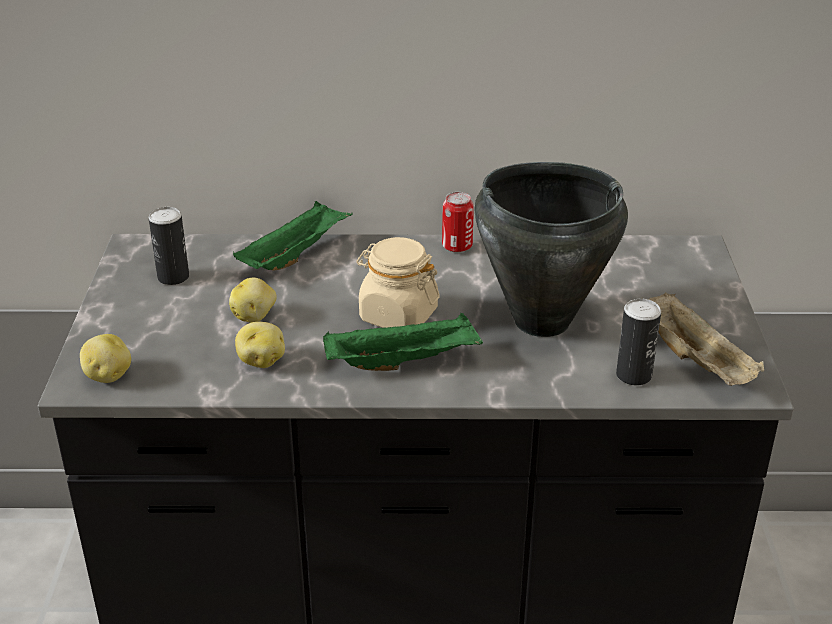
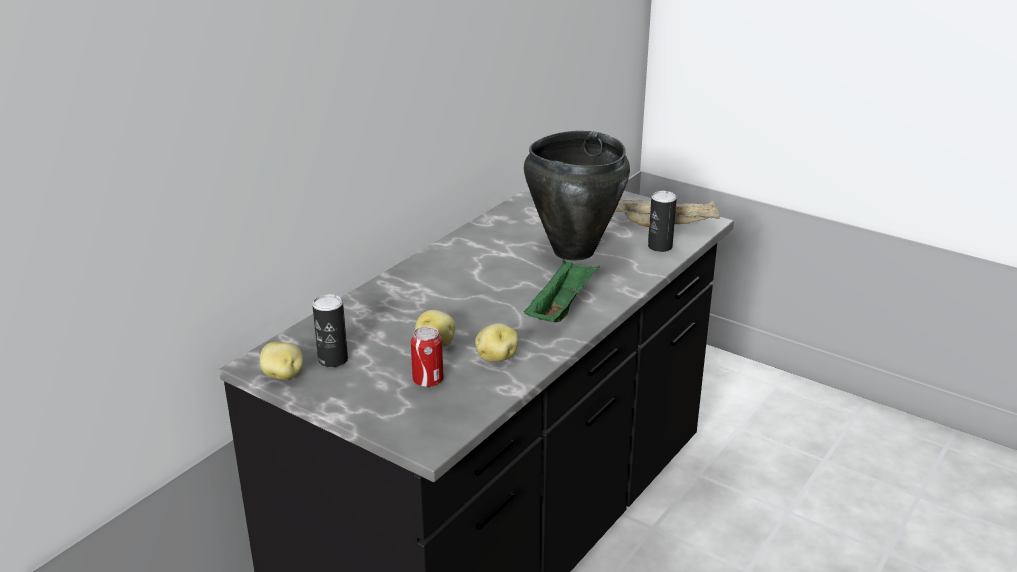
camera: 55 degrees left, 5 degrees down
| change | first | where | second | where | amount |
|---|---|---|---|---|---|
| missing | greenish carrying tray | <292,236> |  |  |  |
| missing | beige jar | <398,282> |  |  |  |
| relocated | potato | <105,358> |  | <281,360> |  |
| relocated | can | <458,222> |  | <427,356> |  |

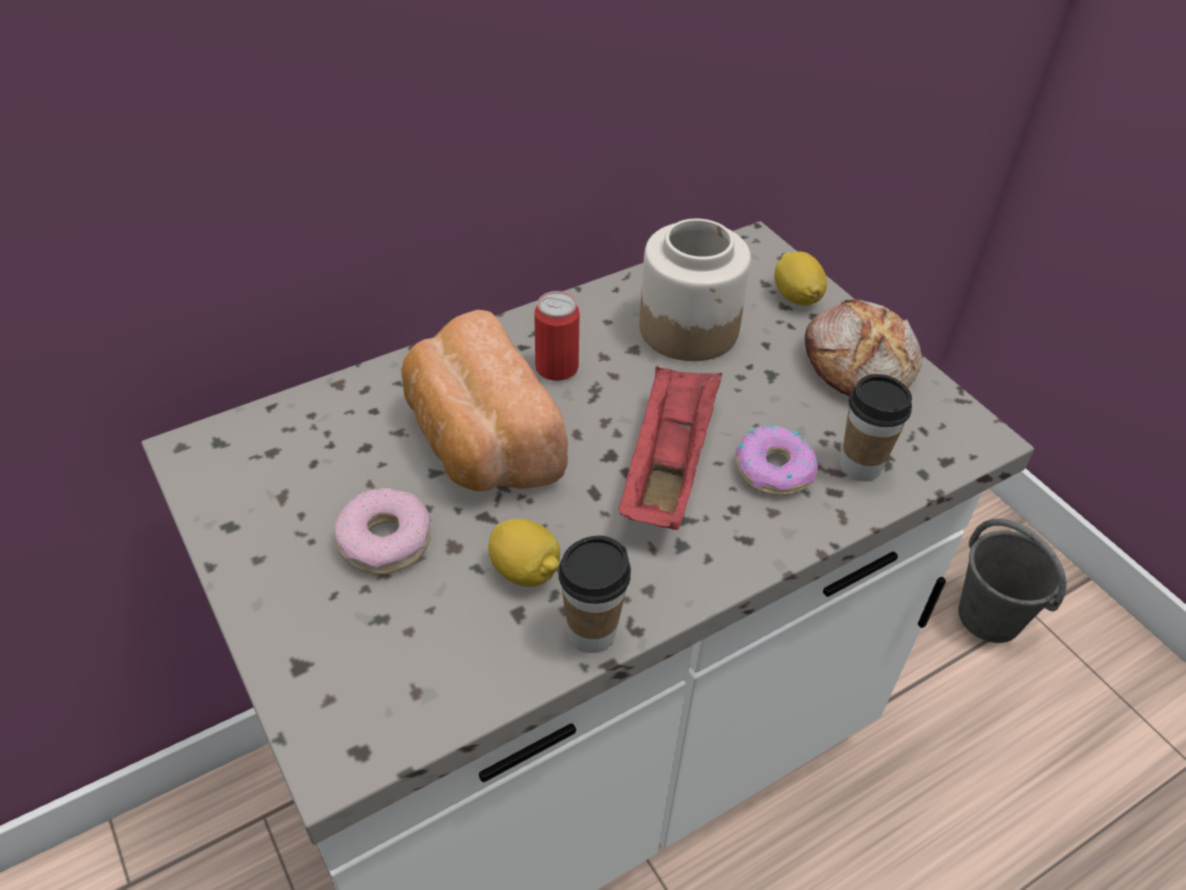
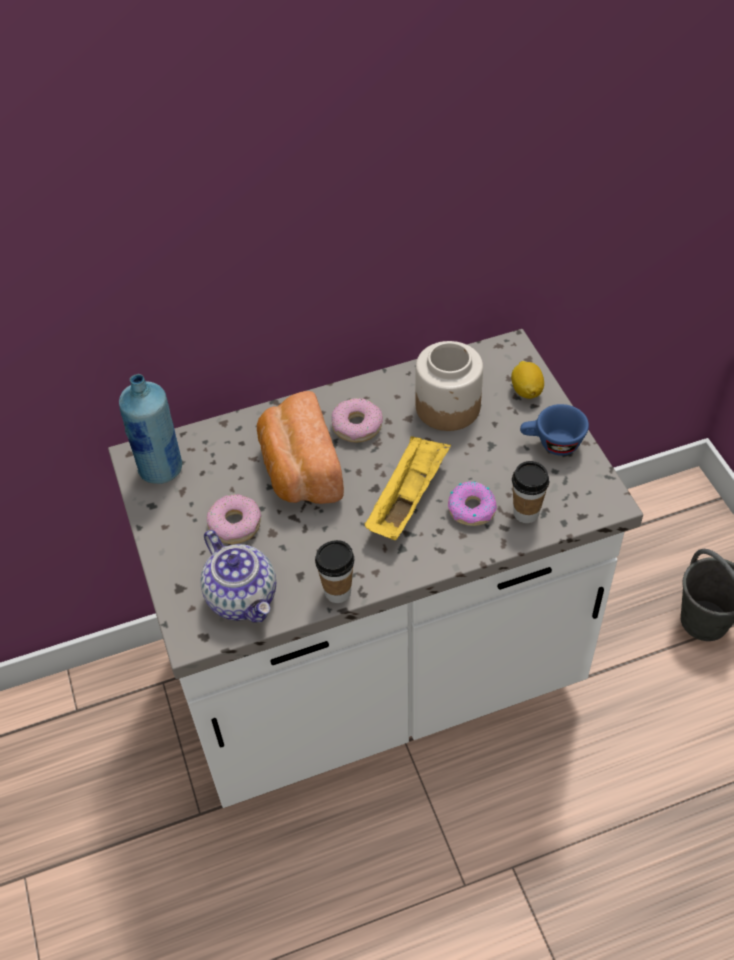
camera: 15 degrees right, 5 degrees up
| change | first | where | second | where | amount |
|---|---|---|---|---|---|
| missing | whole lemon | <524,553> |  |  |  |
| appeared |  |  | blue-coloured bottle | <150,429> |  |
| appeared |  |  | tea pot | <238,576> |  |
| exchanged | can | <557,336> | donut | <357,420> |  |
| exchanged | baked bread | <863,347> | blue-coloured cup | <554,430> |  |
| colour | reddish carrying tray | <670,448> | yellowish carrying tray | <408,488> |  |

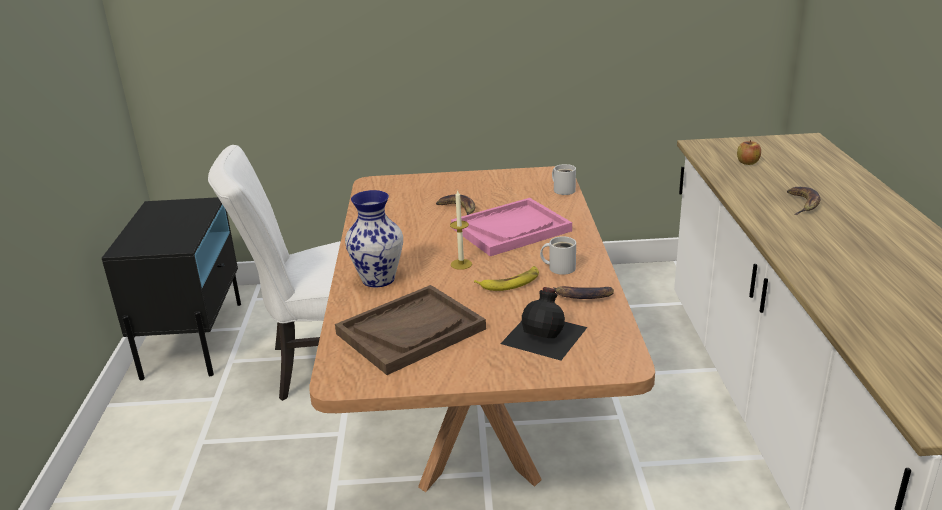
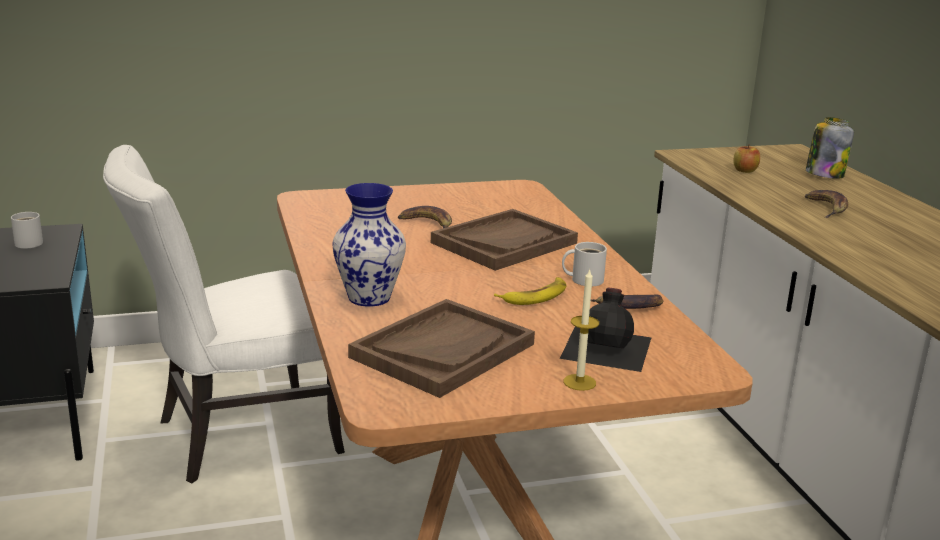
camera: 15 degrees left, 5 degrees down
| change | first | where | second | where | amount |
|---|---|---|---|---|---|
| appeared |  |  | jar | <830,148> |  |
| relocated | wax light | <461,229> |  | <581,329> |  |
| relocated | whitish mug | <564,179> |  | <27,230> |  |
| colour | pink-coloured carrying tray | <511,227> | brown carrying tray | <504,240> |  |

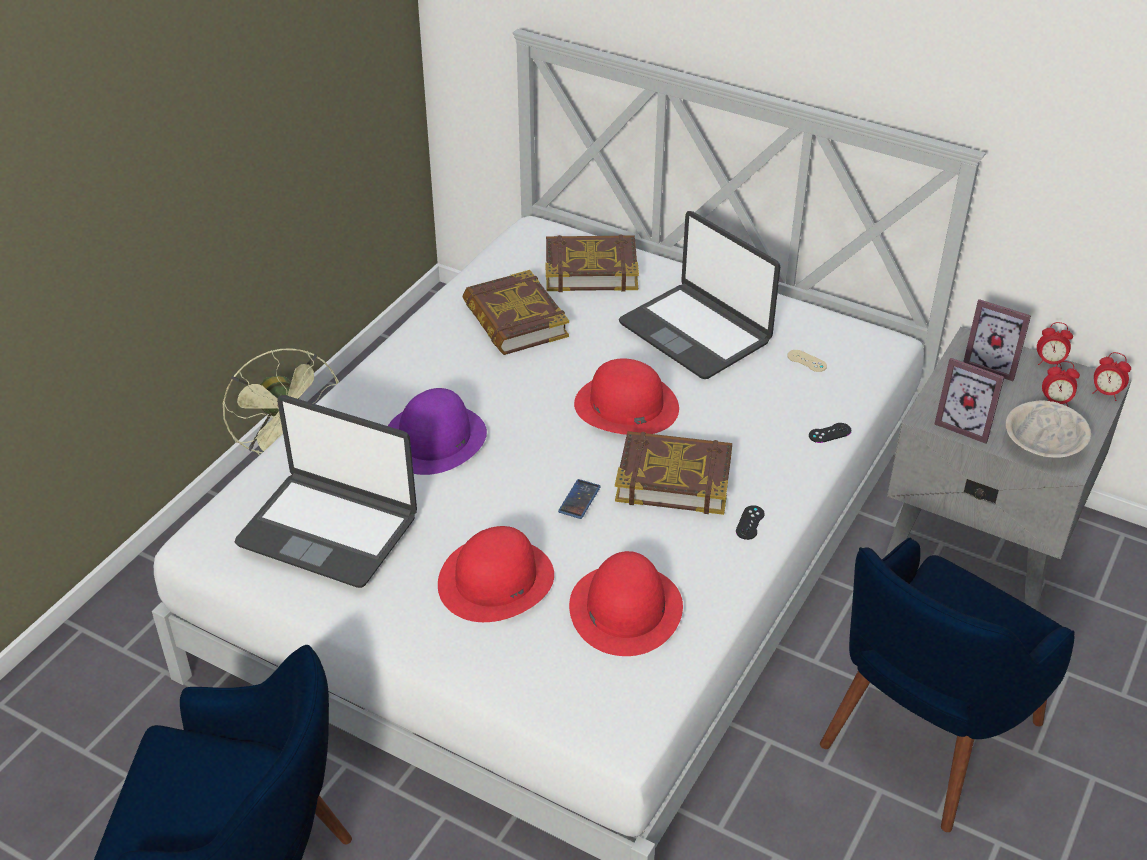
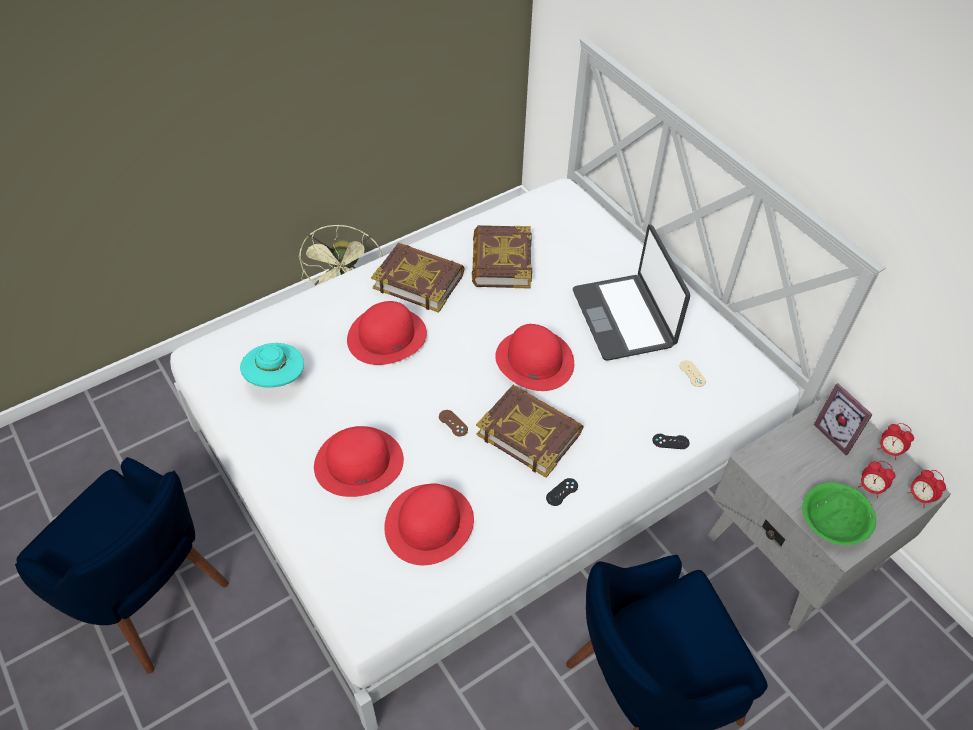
camera: 25 degrees right, 10 degrees up
| change | first | where | second | where | amount |
|---|---|---|---|---|---|
| missing | standing frame | <969,401> |  |  |  |
| relocated | book | <592,263> |  | <418,278> |  |
| exchanged | notebook computer | <326,491> | turquoise hat | <272,365> |  |
| exchanged | telephone | <579,499> | brown joypad | <453,423> |  |
| colour | purple hat | <437,431> | reddish hat | <387,333> |  |
| colour | beige deep dish | <1048,429> | greenish deep dish | <839,513> |  |

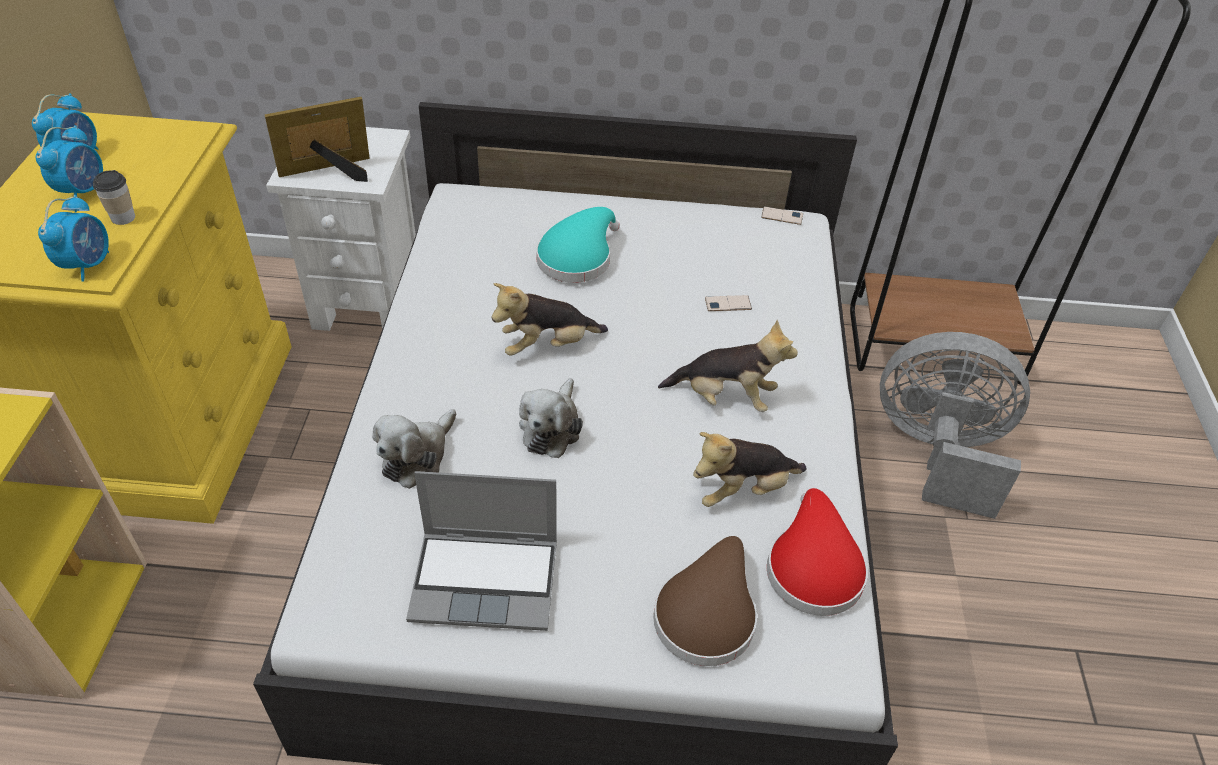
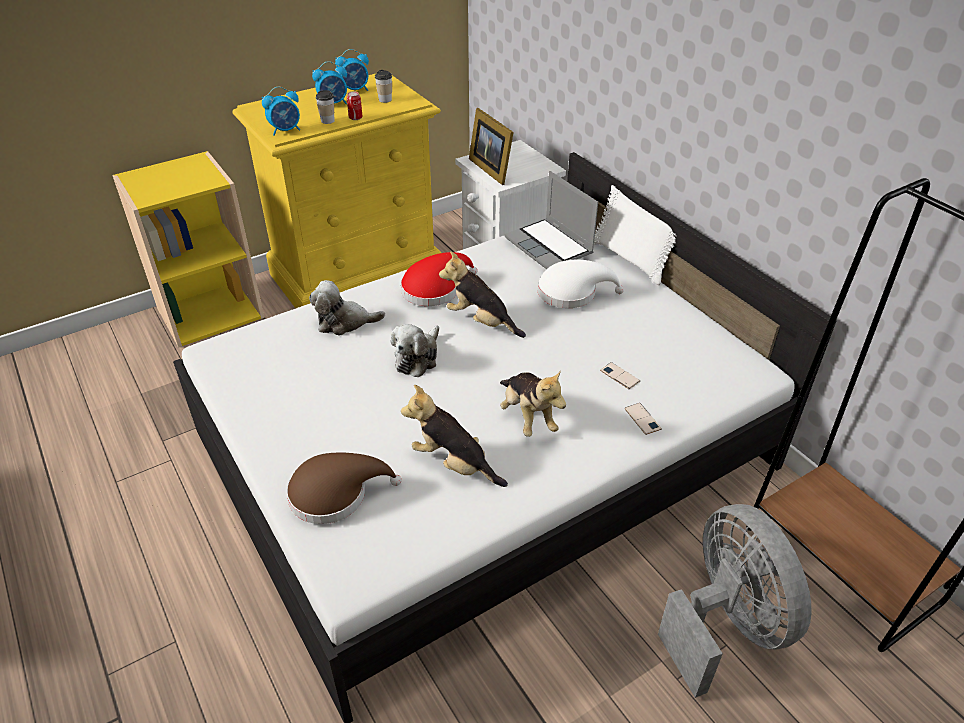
camera: 55 degrees right, 5 degrees down
| change | first | where | second | where | amount |
|---|---|---|---|---|---|
| appeared |  |  | can | <355,105> |  |
| appeared |  |  | cup | <383,86> |  |
| appeared |  |  | whitish cushion | <635,235> |  |
| relocated | notebook computer | <481,551> |  | <551,220> |  |
| relocated | telephone | <782,215> |  | <643,419> |  |
| relocated | reddish hat | <817,552> |  | <439,279> |  |
| colour | turquoise hat | <578,245> | whitish hat | <580,284> |  |
| spun | standing frame | <317,139> |  | <491,146> | 150 degrees counterclockwise |
| spun | soft toy | <551,418> |  | <415,350> | 45 degrees counterclockwise |

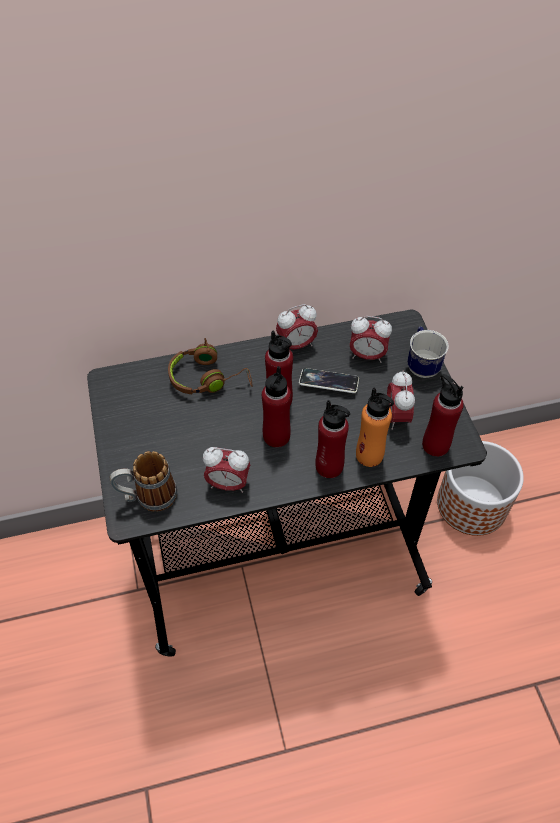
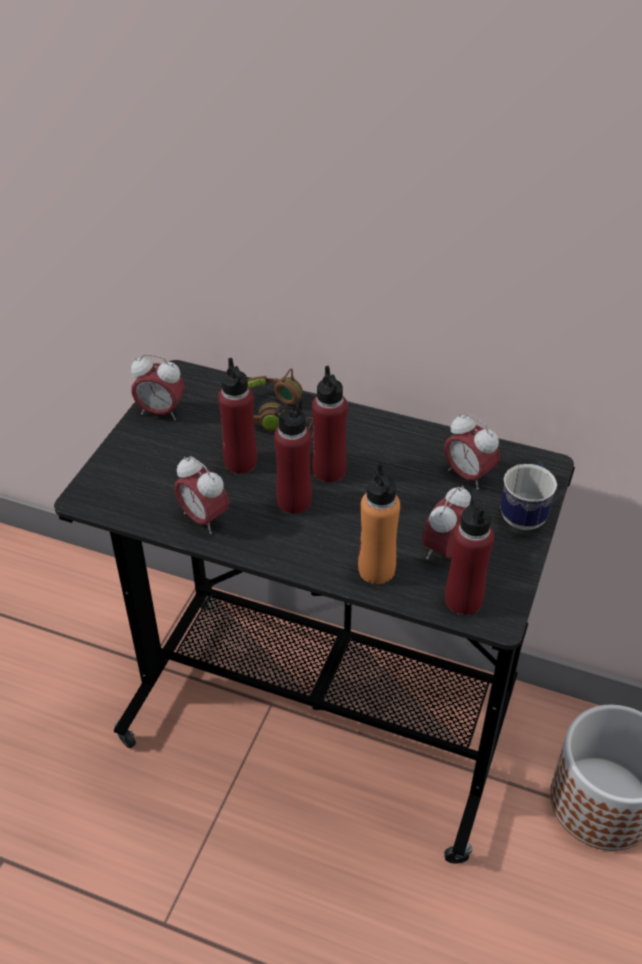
camera: 35 degrees right, 10 degrees down
| change | first | where | second | where | amount |
|---|---|---|---|---|---|
| missing | mug | <143,481> |  |  |  |
| missing | telephone | <329,380> |  |  |  |
| relocated | bedside clock | <297,327> |  | <158,387> |  |
| relocated | reddish bottle | <332,439> |  | <237,416> |  |

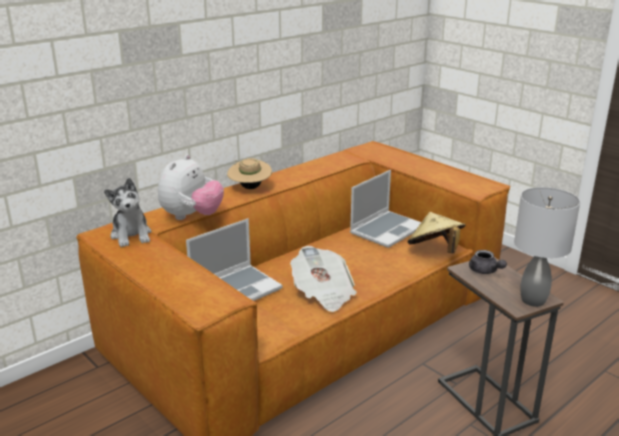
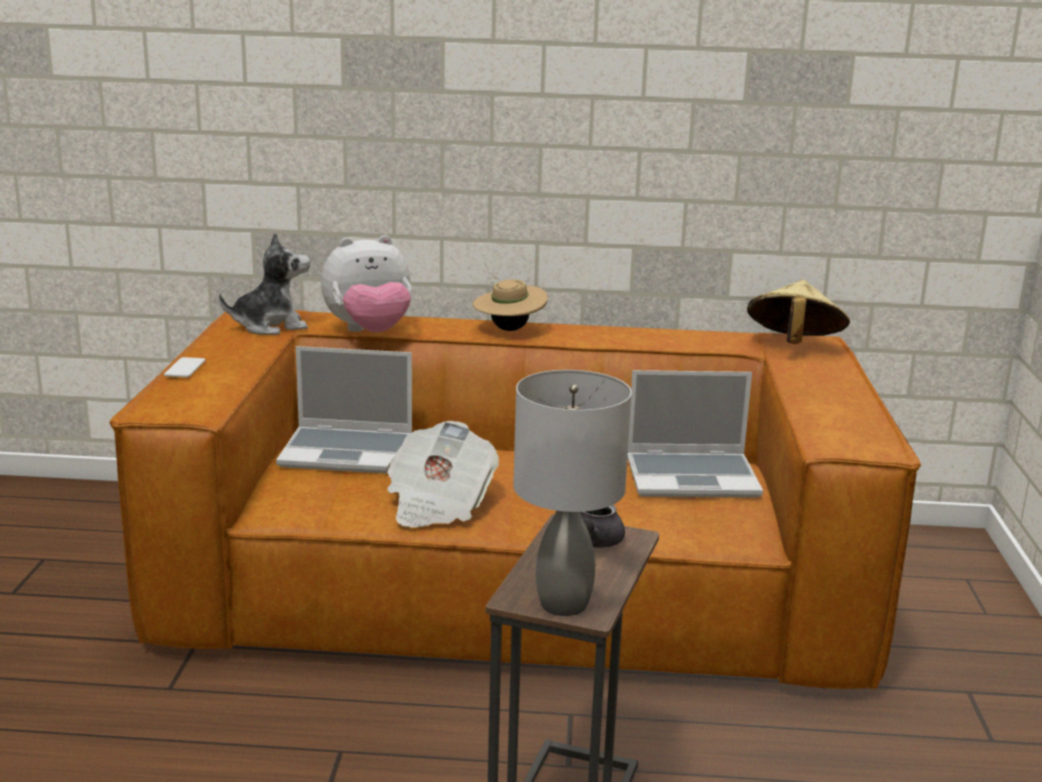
camera: 45 degrees right, 5 degrees down
| change | first | where | second | where | amount |
|---|---|---|---|---|---|
| appeared |  |  | telephone | <184,367> |  |
| relocated | beige hat | <436,232> |  | <798,312> |  |
| spun | soft toy | <128,212> |  | <264,284> | 135 degrees counterclockwise |

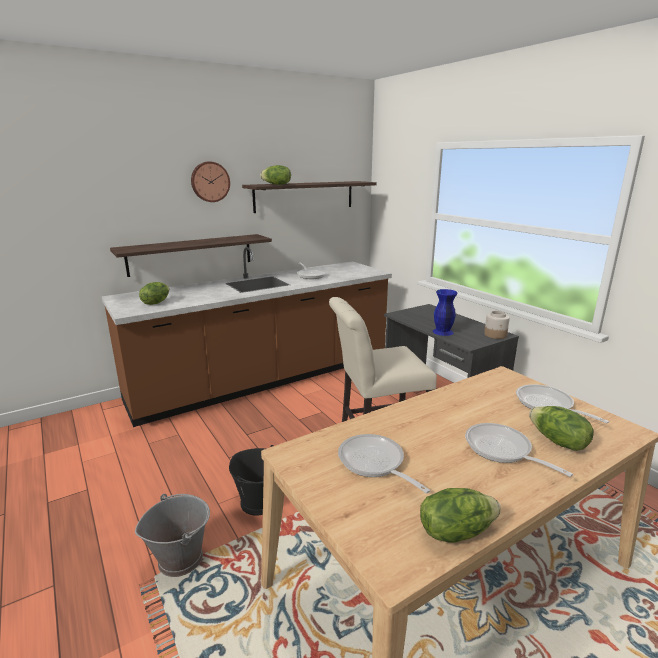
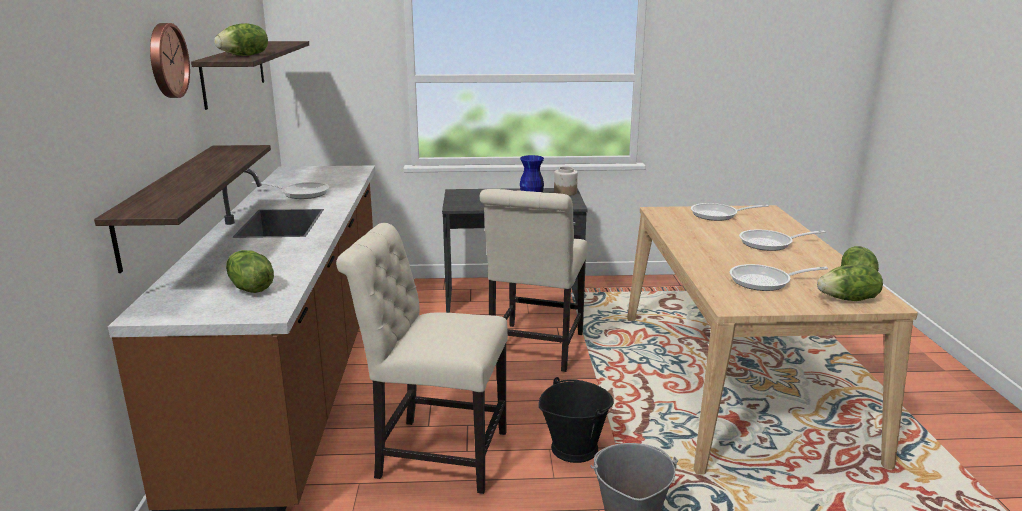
camera: 60 degrees left, 0 degrees up
| change | first | where | second | where | amount |
|---|---|---|---|---|---|
| appeared |  |  | beige chair | <422,358> |  |
| relocated | head of lettuce | <561,428> |  | <850,282> |  |

